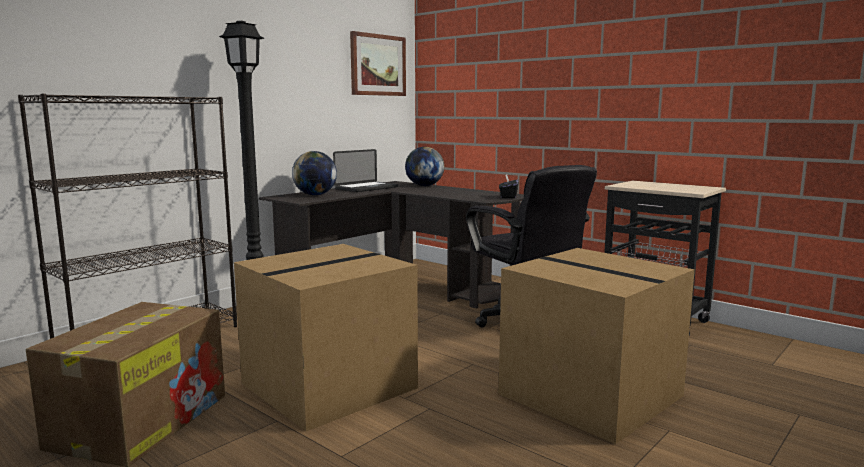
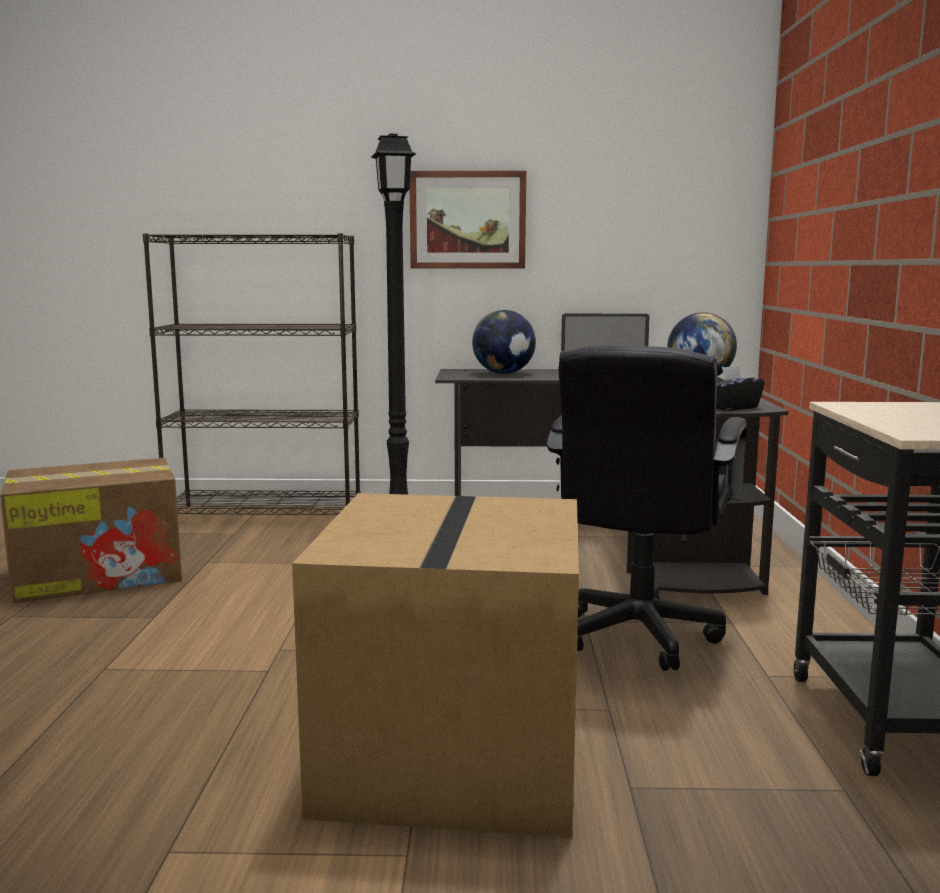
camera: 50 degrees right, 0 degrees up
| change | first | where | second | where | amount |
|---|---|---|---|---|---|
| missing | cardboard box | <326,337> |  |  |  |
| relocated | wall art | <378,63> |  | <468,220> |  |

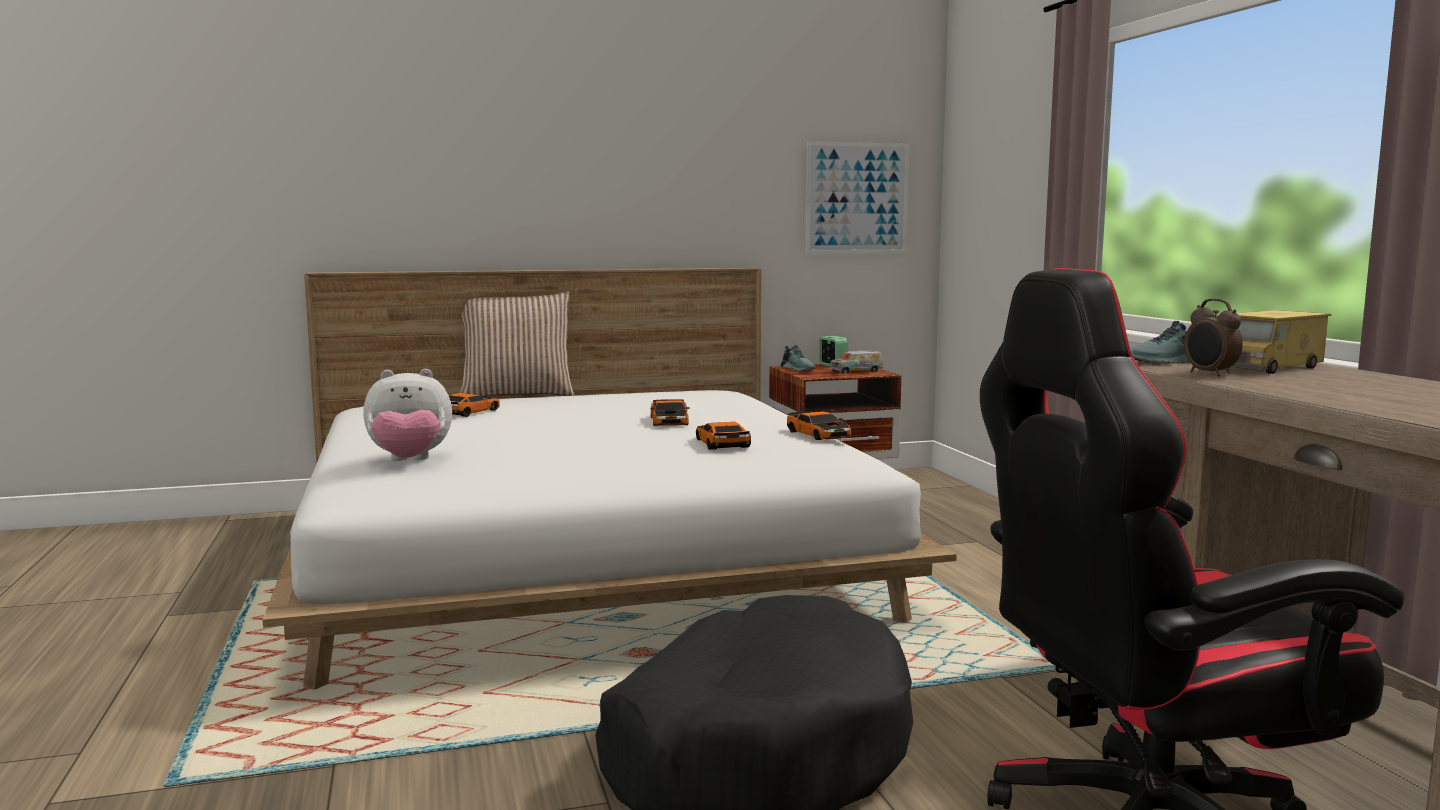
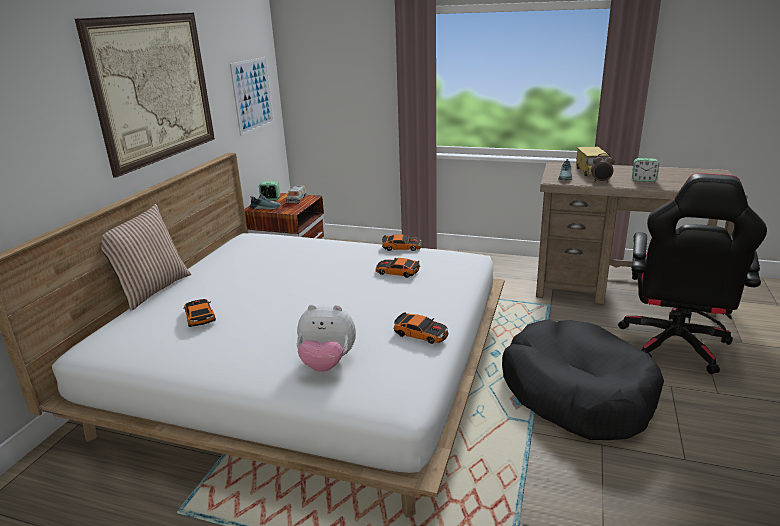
camera: 55 degrees left, 15 degrees up
| change | first | where | second | where | amount |
|---|---|---|---|---|---|
| appeared |  |  | wall art | <145,95> |  |
| appeared |  |  | bedside clock | <645,170> |  |
| relocated | miniature car | <670,412> |  | <421,328> |  |
| spun | soft toy | <407,415> |  | <326,338> | 75 degrees clockwise |

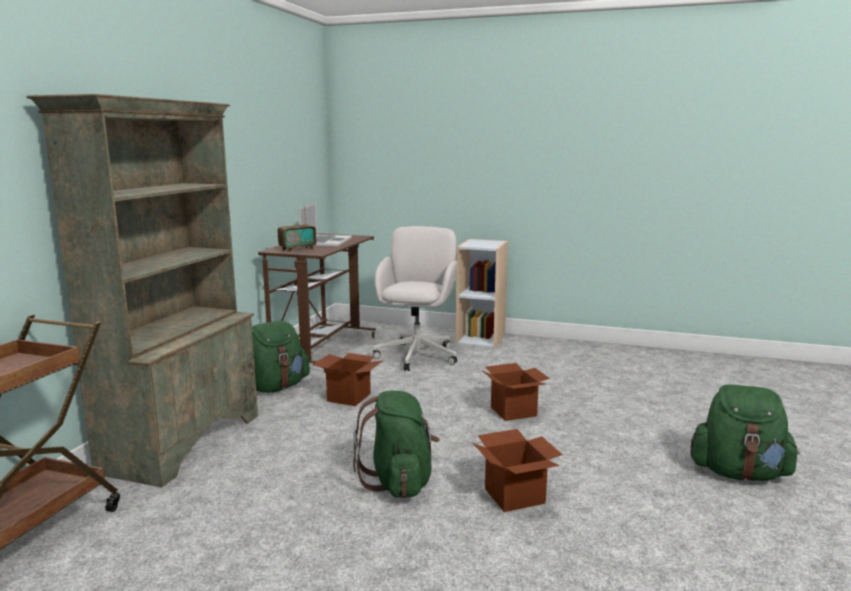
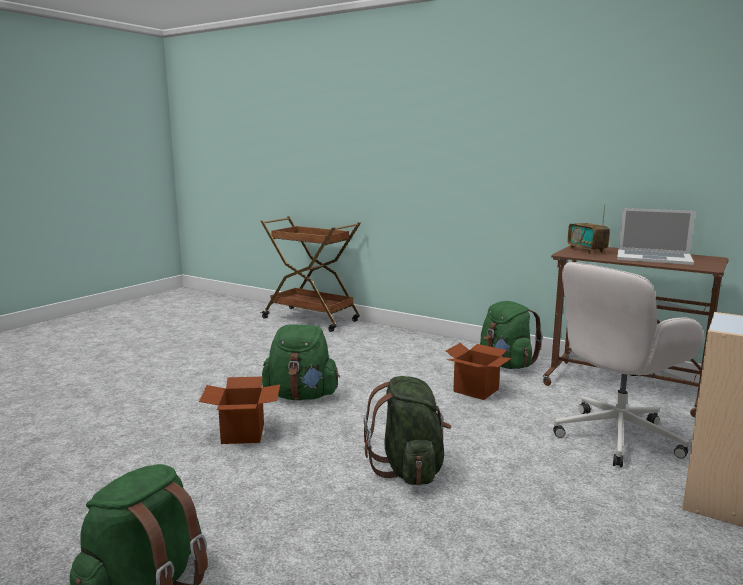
camera: 105 degrees right, 0 degrees up
| change | first | where | second | where | amount |
|---|---|---|---|---|---|
| missing | greenish shelving unit | <142,291> |  |  |  |
| exchanged | cardboard box | <516,392> | greenish rucksack | <407,431> |  |
| spun | whitish computer chair | <415,298> |  | <628,364> | 120 degrees clockwise |

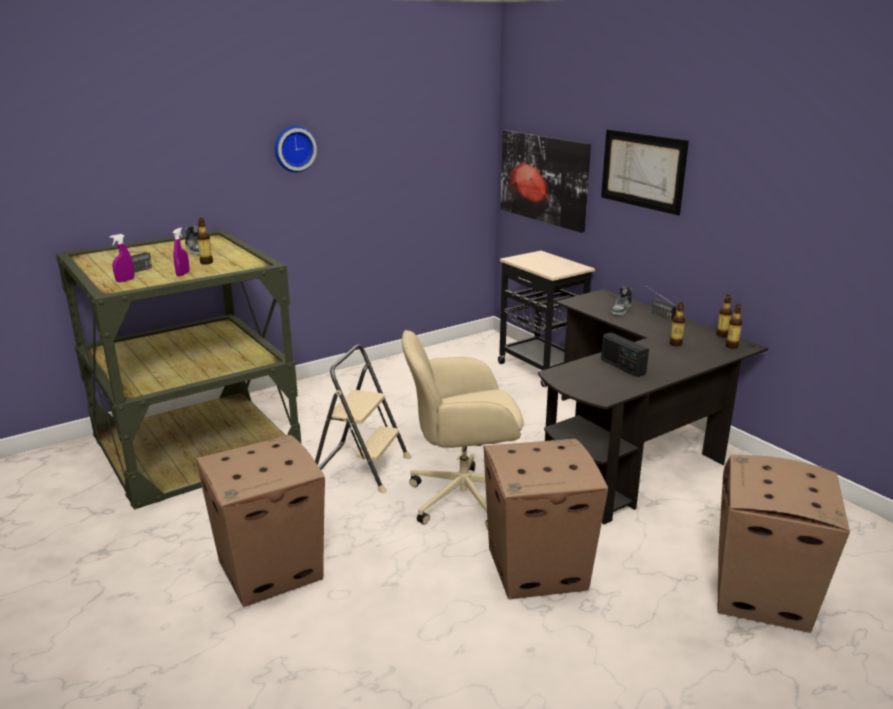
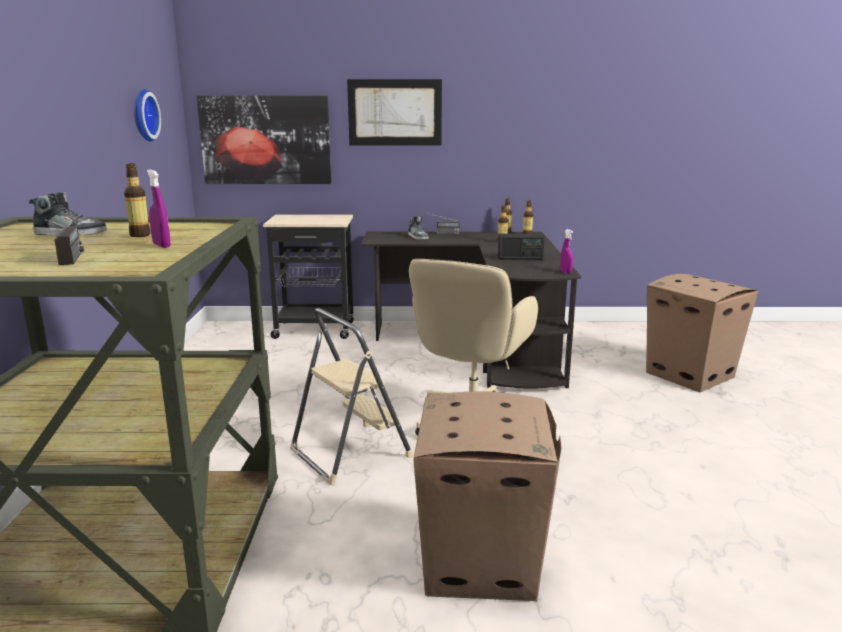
camera: 55 degrees left, 5 degrees down
| change | first | where | second | where | amount |
|---|---|---|---|---|---|
| missing | cardboard box | <545,519> |  |  |  |
| relocated | purple sprayer | <122,258> |  | <566,251> |  |
| relocated | wall clock | <296,149> |  | <147,115> |  |

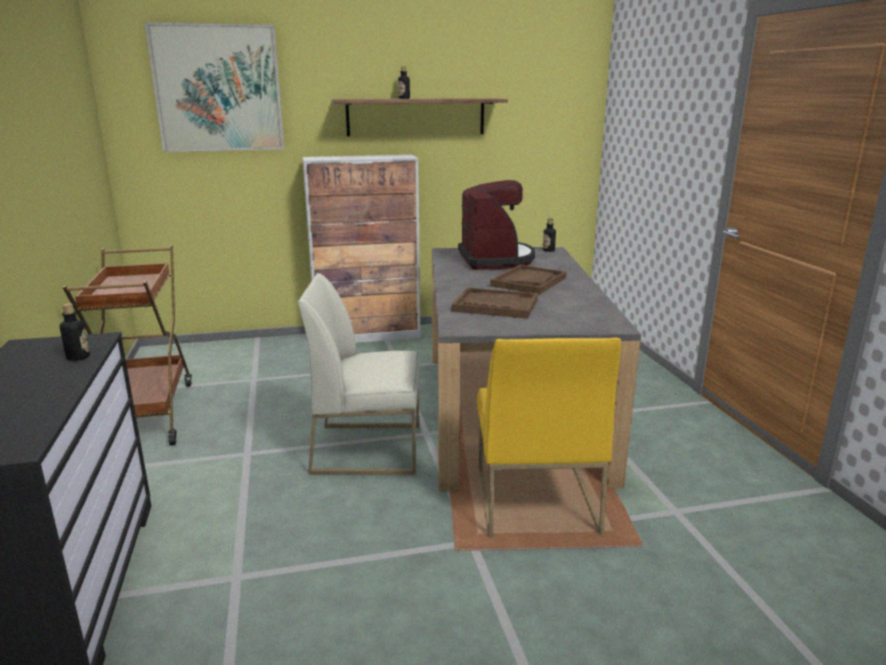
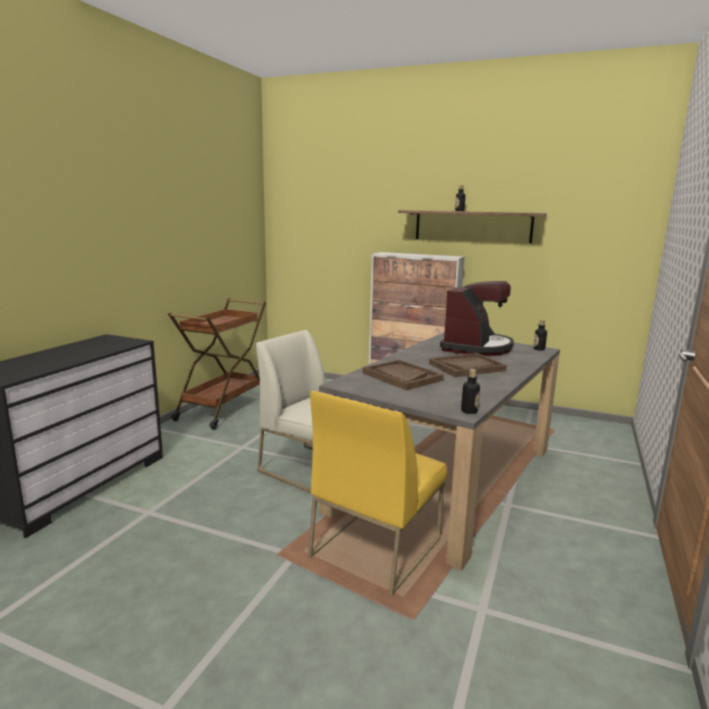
camera: 35 degrees right, 5 degrees down
| change | first | where | second | where | amount |
|---|---|---|---|---|---|
| missing | wall art | <214,87> |  |  |  |
| relocated | bottle | <75,332> |  | <470,391> |  |

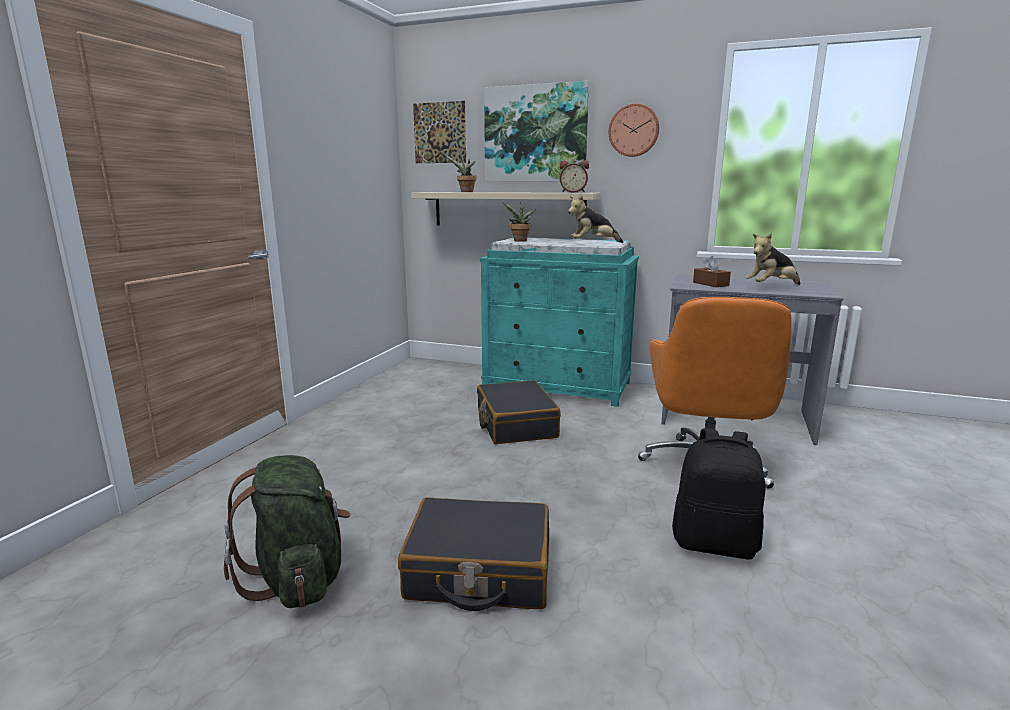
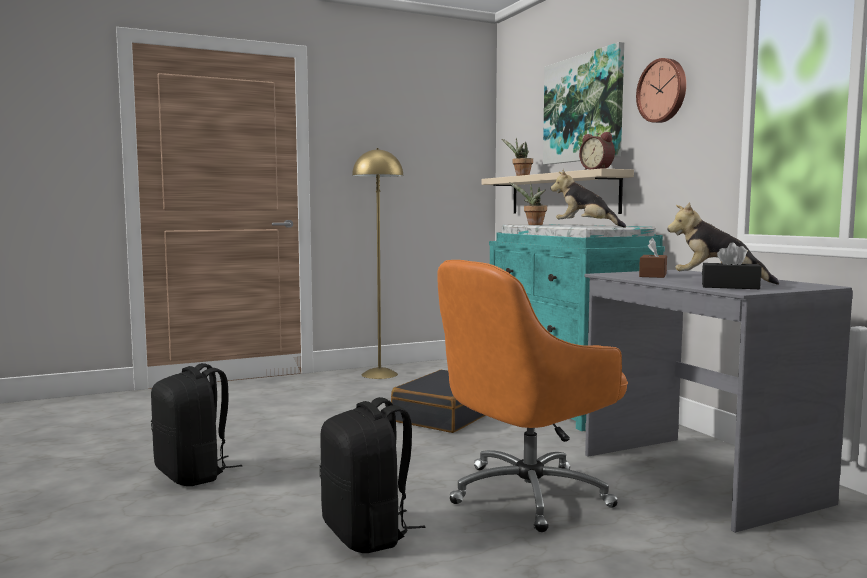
camera: 45 degrees right, 10 degrees down
| change | first | where | second | where | amount |
|---|---|---|---|---|---|
| missing | greenish rucksack | <287,531> |  |  |  |
| missing | wall art | <439,132> |  |  |  |
| appeared |  |  | yellowish standard lamp | <377,263> |  |
| appeared |  |  | black-coloured box of tissues | <731,265> |  |
| exchanged | black-coloured suitcase | <473,554> | black-coloured rucksack | <196,424> |  |

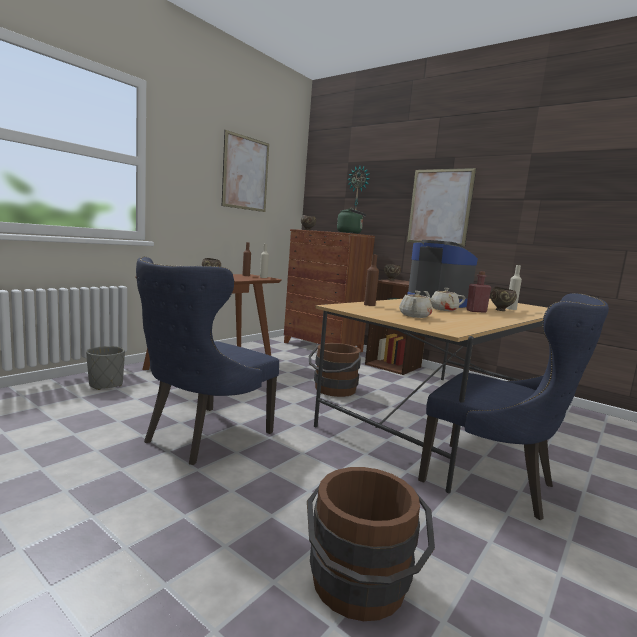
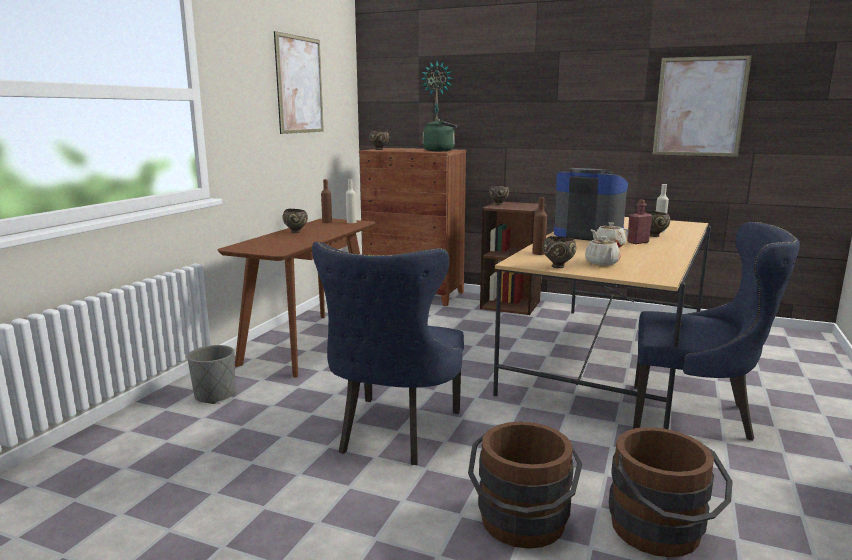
camera: 15 degrees left, 5 degrees up
| change | first | where | second | where | amount |
|---|---|---|---|---|---|
| appeared |  |  | brown deep dish | <559,252> |  |
| relocated | brown pail | <335,370> |  | <525,485> |  |
| relocated | wall art | <441,207> |  | <702,106> |  |

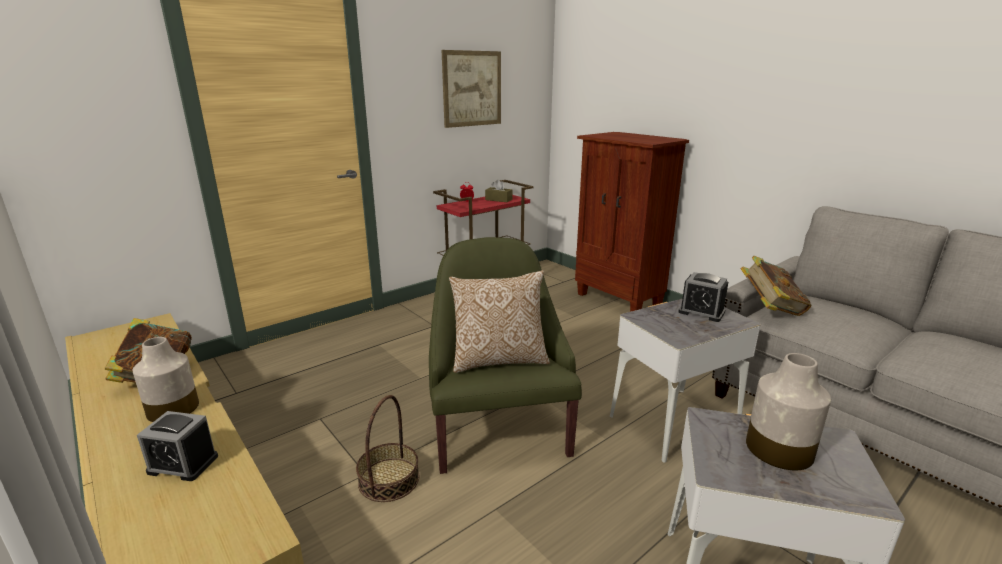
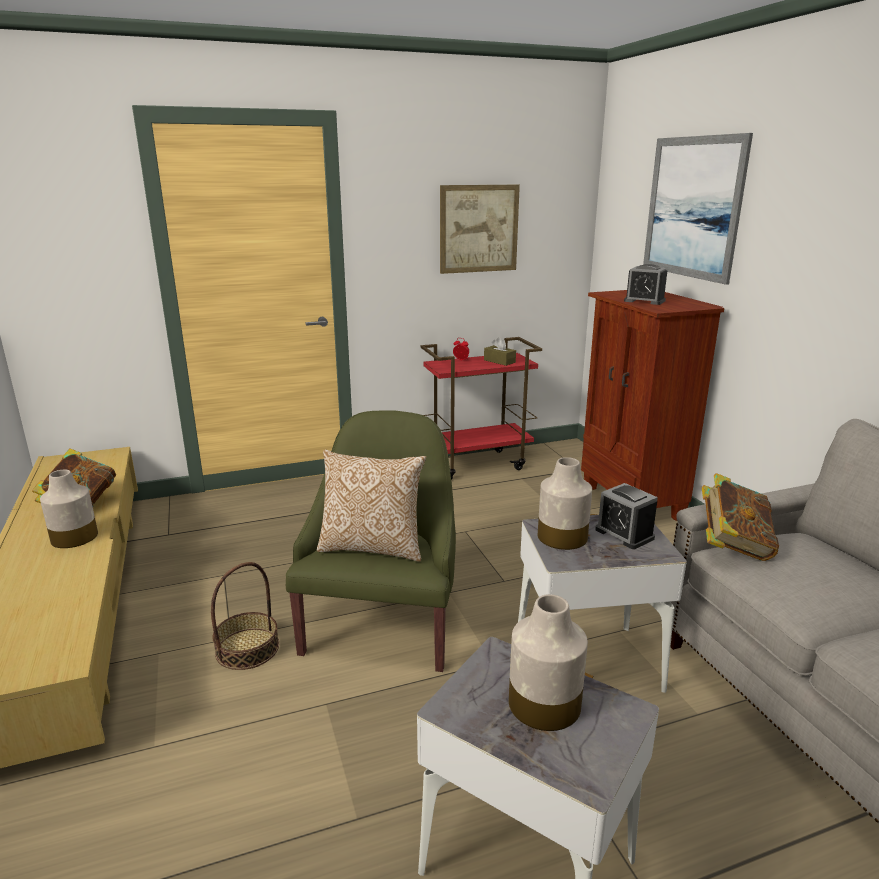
camera: 20 degrees right, 0 degrees up
| change | first | where | second | where | amount |
|---|---|---|---|---|---|
| appeared |  |  | beige flower vase | <565,503> |  |
| appeared |  |  | wall art | <698,209> |  |
| relocated | bedside clock | <177,446> |  | <646,284> |  |

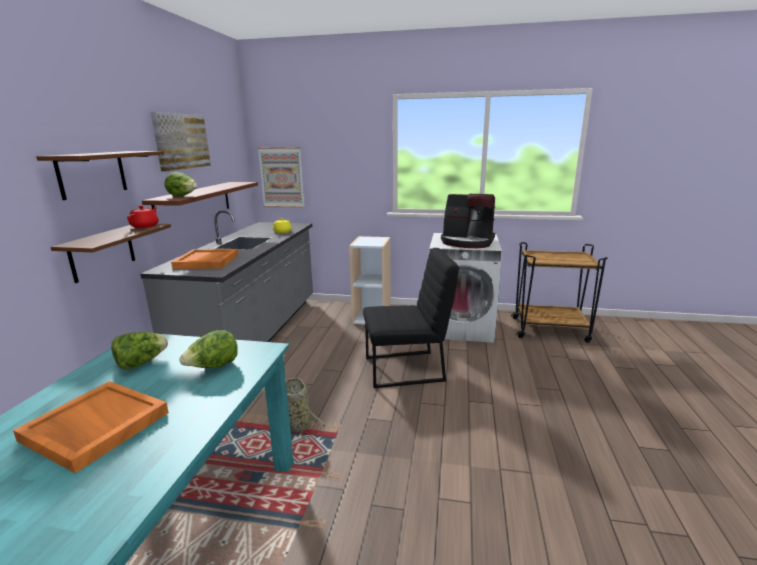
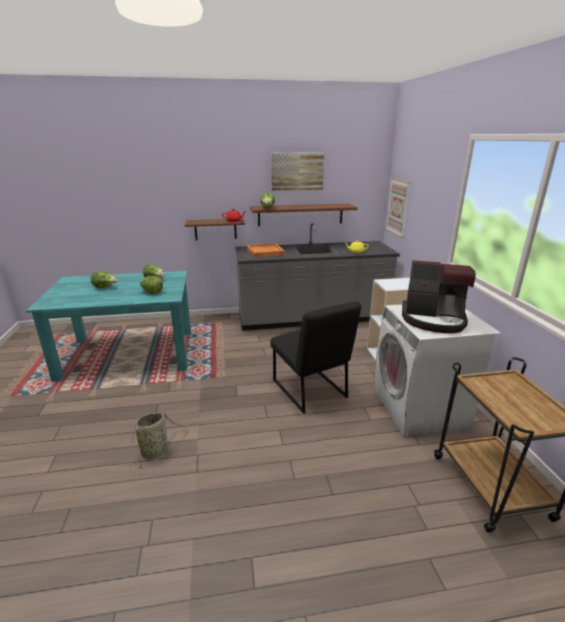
camera: 70 degrees right, 5 degrees up
| change | first | where | second | where | amount |
|---|---|---|---|---|---|
| missing | brown wall shelf | <100,175> |  |  |  |
| relocated | basket | <306,409> |  | <157,440> |  |
| exchanged | orangey carrying tray | <91,427> | head of lettuce | <104,279> |  |
| spun | coffee machine | <468,221> |  | <439,296> | 75 degrees counterclockwise |

